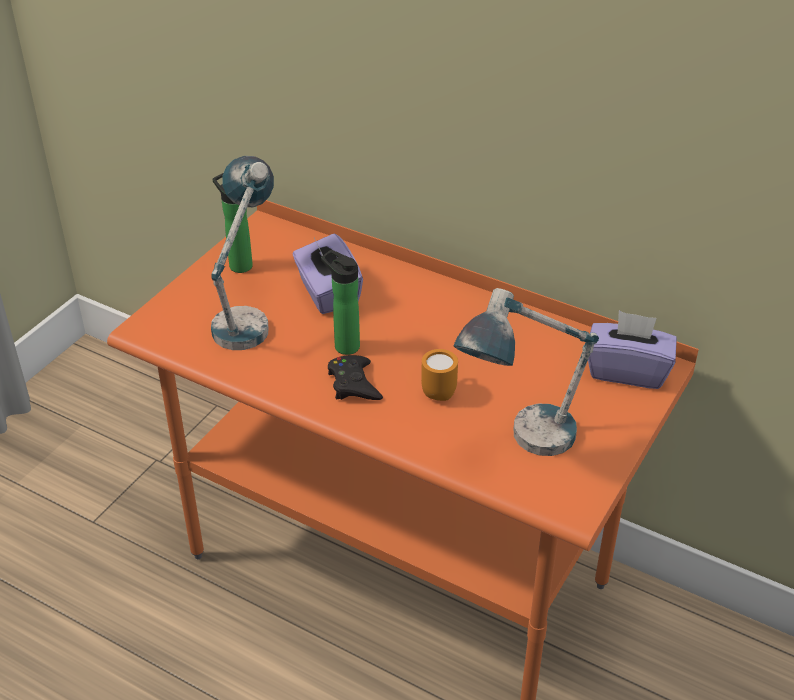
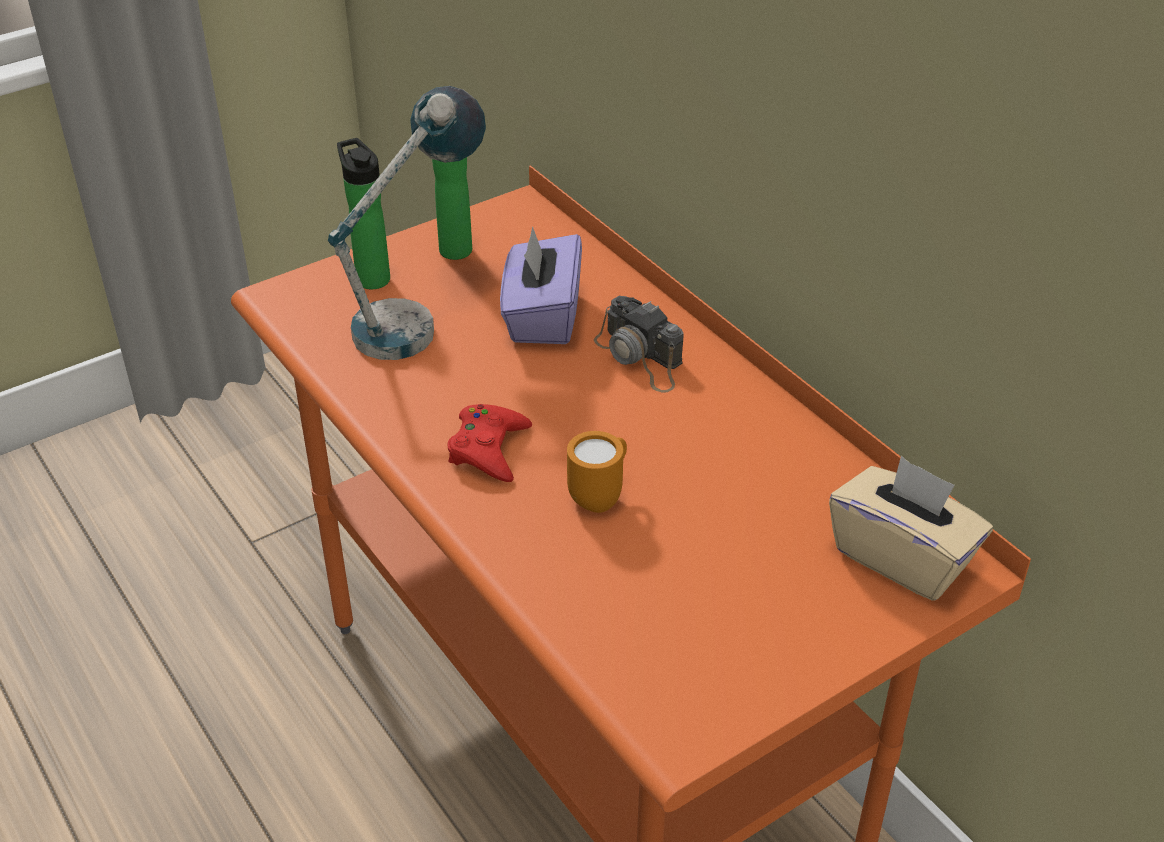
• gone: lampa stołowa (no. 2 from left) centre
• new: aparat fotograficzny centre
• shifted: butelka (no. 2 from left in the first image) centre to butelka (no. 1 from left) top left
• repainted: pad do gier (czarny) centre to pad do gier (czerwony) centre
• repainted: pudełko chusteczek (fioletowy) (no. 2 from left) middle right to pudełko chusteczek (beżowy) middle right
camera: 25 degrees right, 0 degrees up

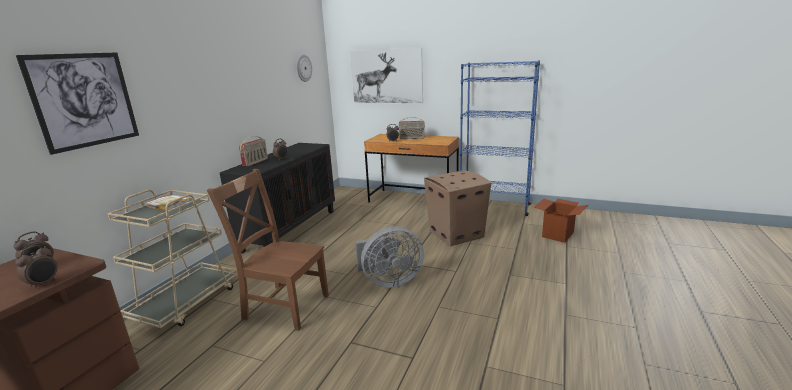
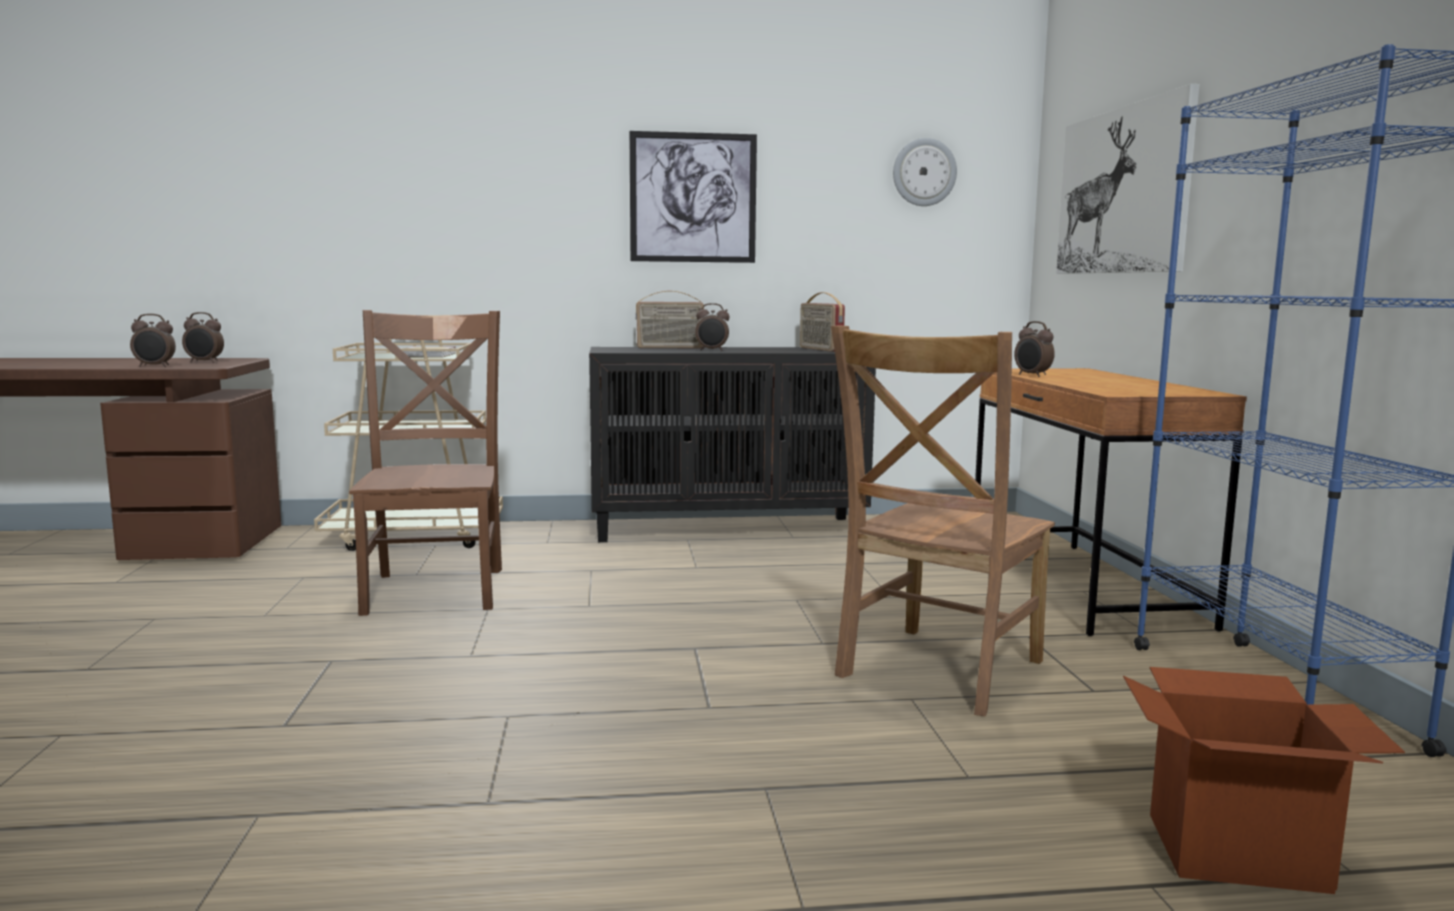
• gone: wentylator (szary) centre
• shifted: obraz (no. 1 from left) top left to top centre
• shifted: radio (no. 2 from left) top centre to centre
• swapped: karton (no. 1 from left) centre to krzesło (brązowy) (no. 2 from left) centre
camera: 60 degrees right, 10 degrees down

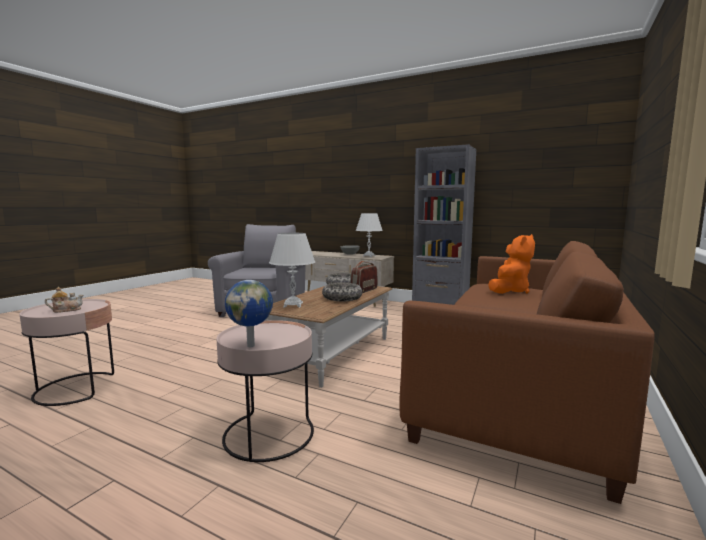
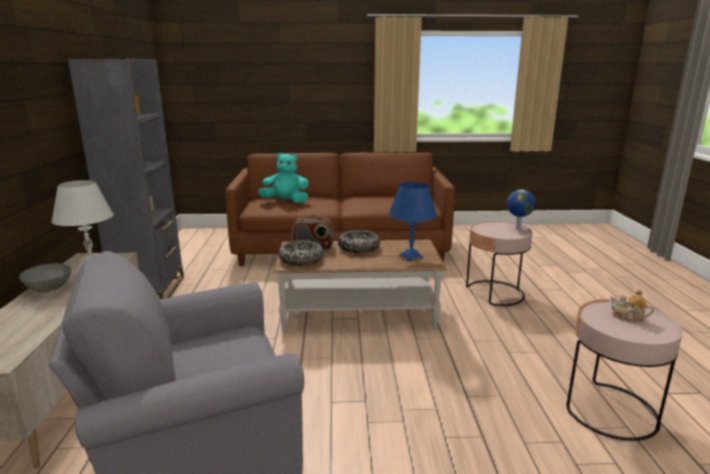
• repainted: lampa stołowa (biały) (no. 1 from left) centre to lampa stołowa (niebieski) centre
• repainted: pluszak (pomarańczowy) middle right to pluszak (turkusowy) centre
camera: 120 degrees left, 10 degrees up

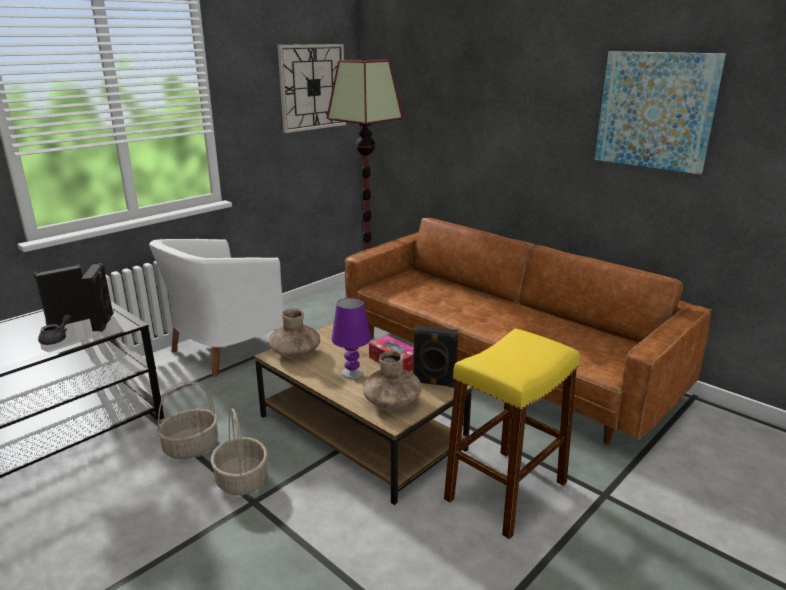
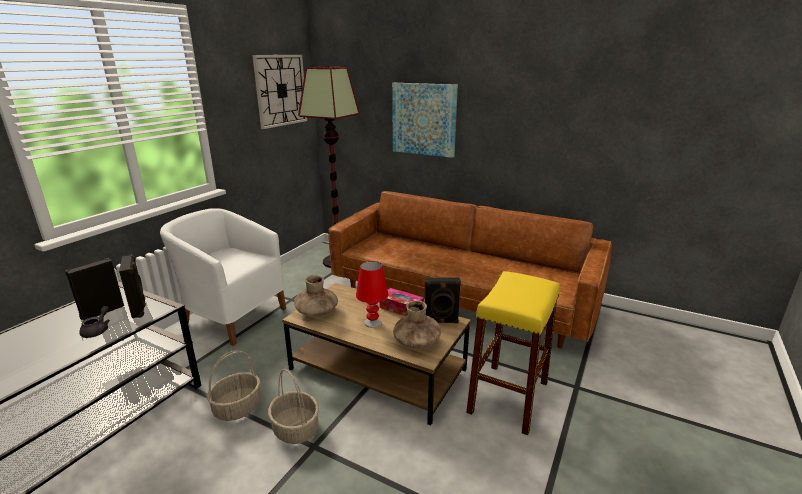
• shifted: obraz top right to top centre
• repainted: lampa stołowa (fioletowy) centre to lampa stołowa (czerwony) centre
• rotated: fotel (biały) middle left = middle left 90 degrees clockwise
camera: 15 degrees left, 0 degrees up

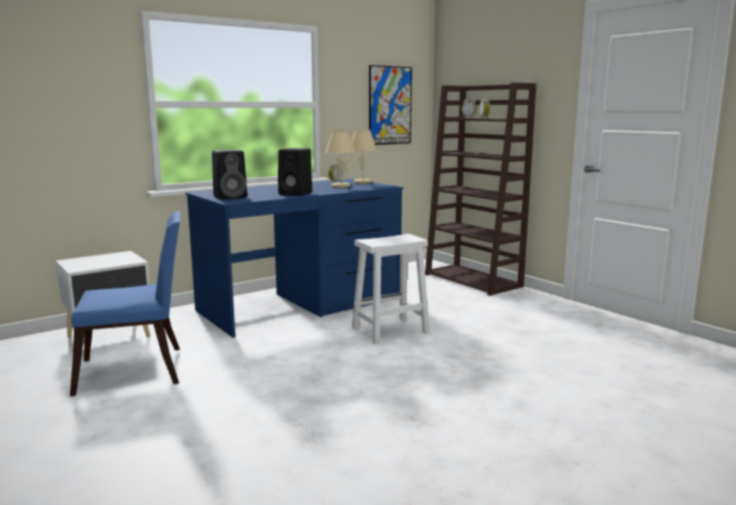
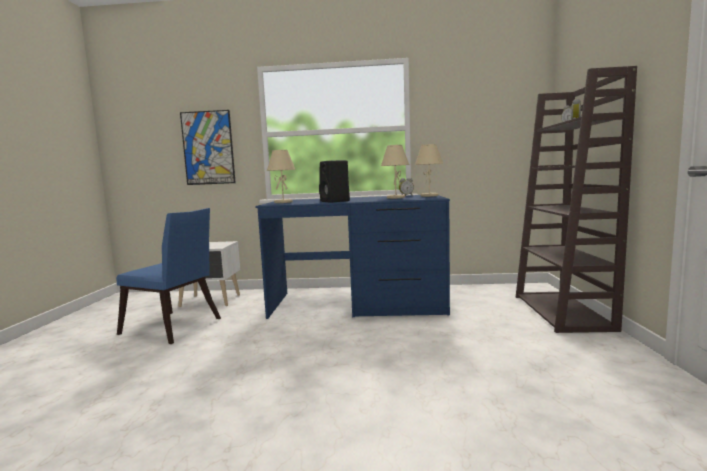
• gone: stołek (biały) centre
• shifted: obraz top centre to top left
• swapped: głośnik (czarny) (no. 1 from left) middle left to lampa stołowa (beżowy) (no. 1 from left) centre
camera: 40 degrees right, 5 degrees down

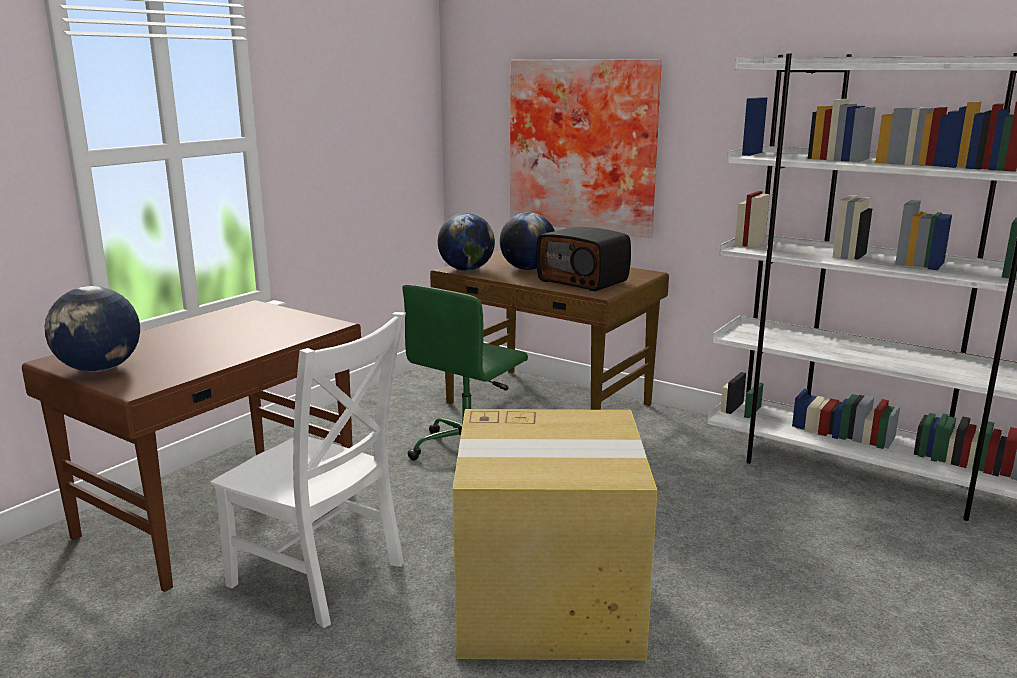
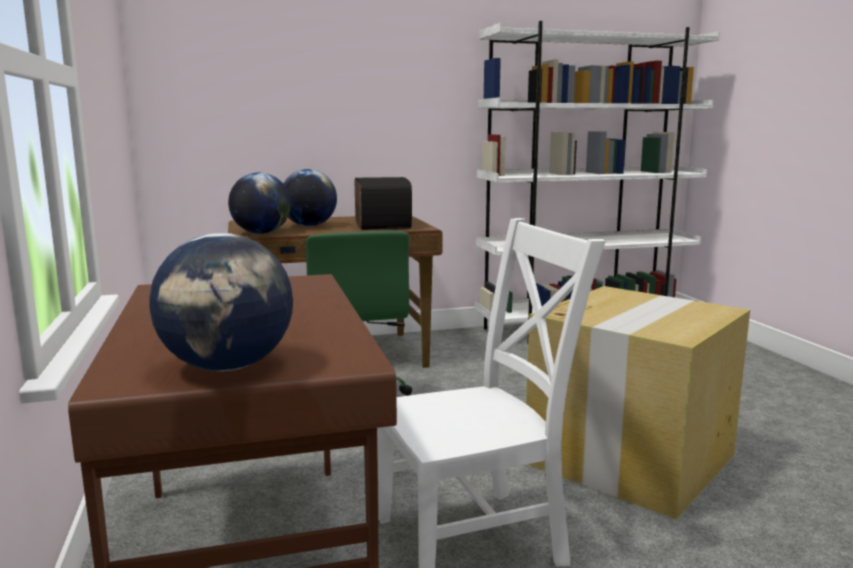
• gone: obraz top centre
• rotated: radio centre = centre 90 degrees counterclockwise
camera: 50 degrees left, 5 degrees down

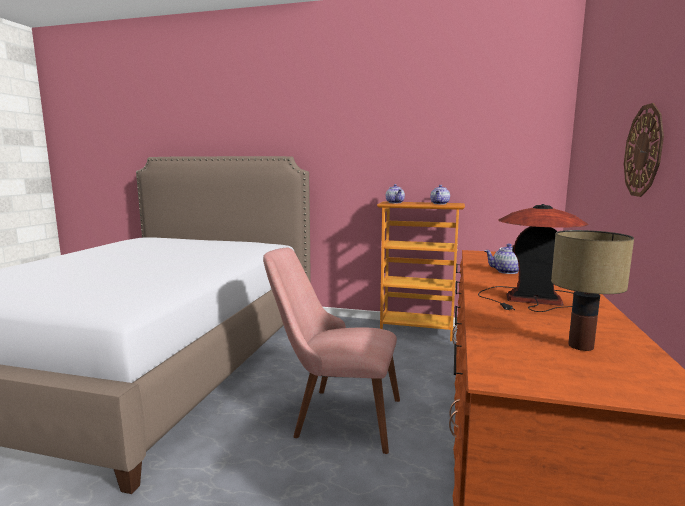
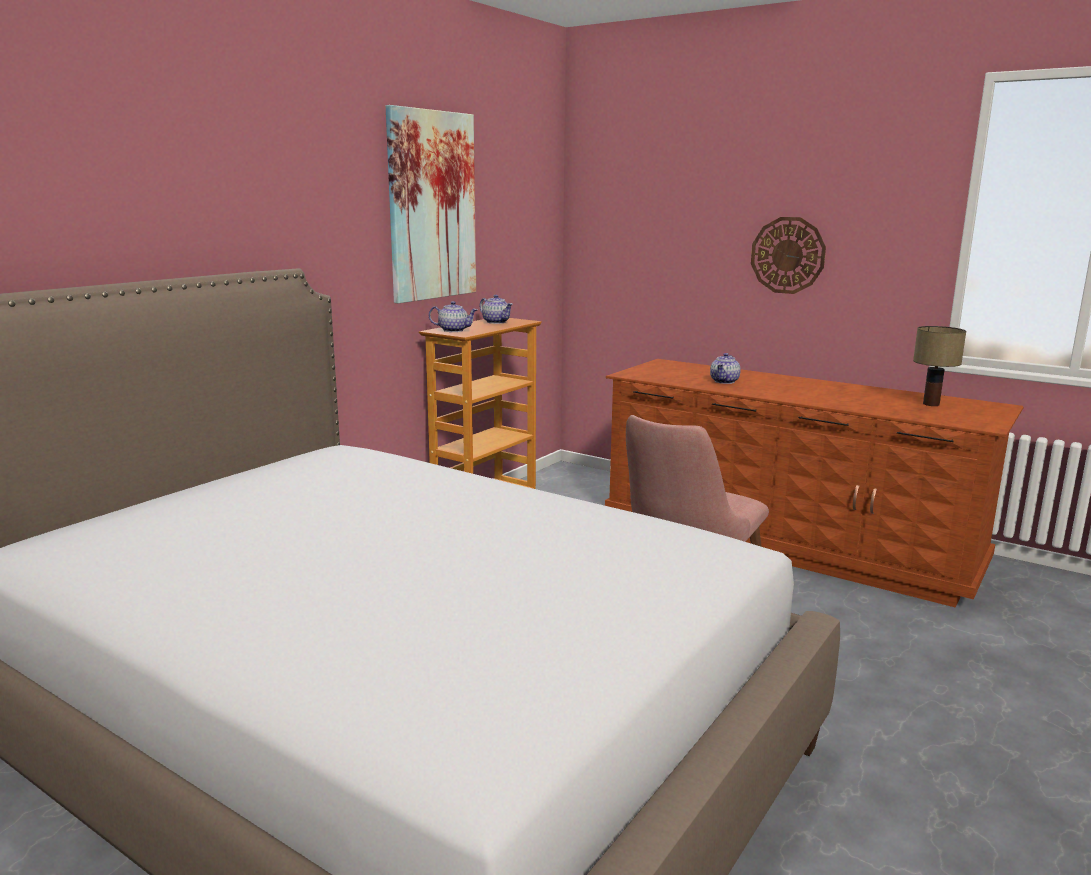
• gone: lampa stołowa (no. 1 from left) middle right
• new: obraz top centre
camera: 70 degrees left, 5 degrees up

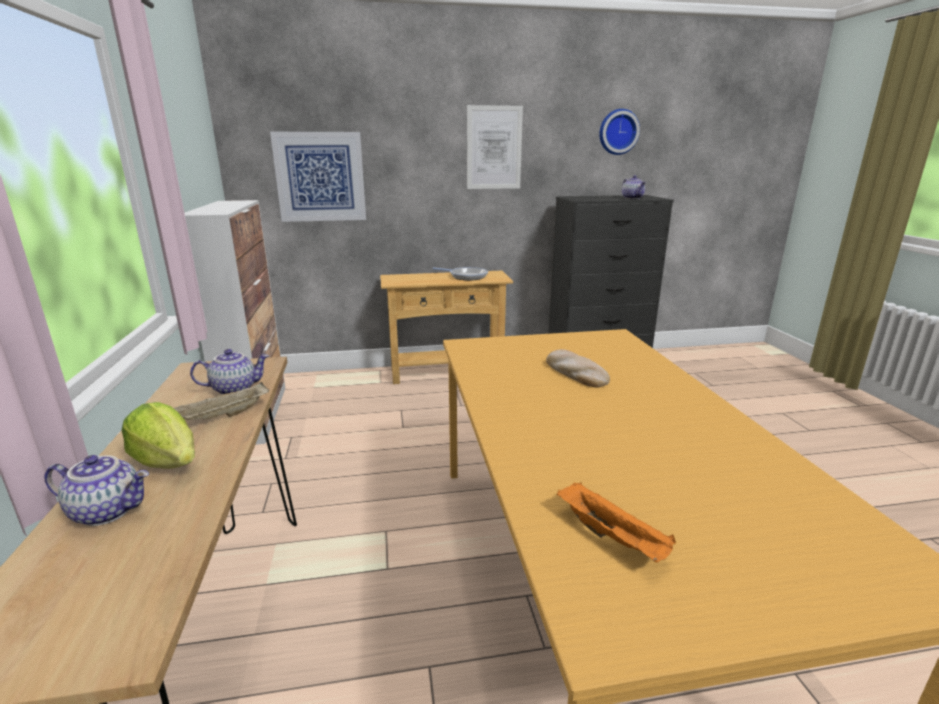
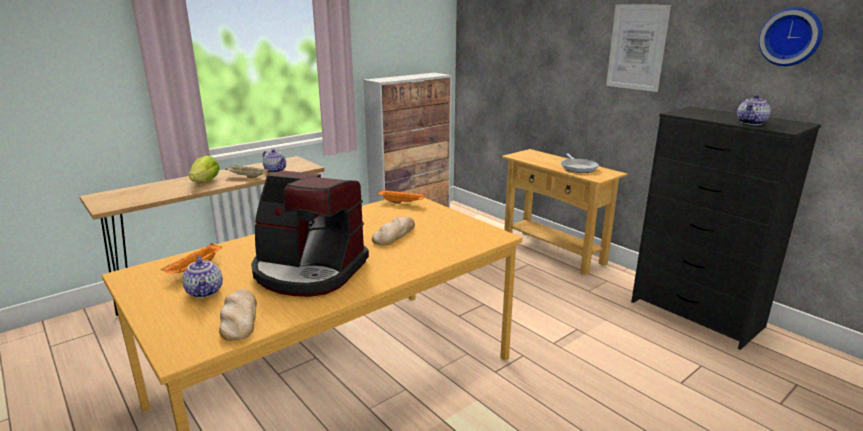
• gone: obraz (no. 1 from left) top centre
• new: chleb (no. 1 from left) bottom left
• new: ekspres do kawy centre
• new: taca (pomarańczowy) (no. 2 from left) centre
• shifted: imbryk (no. 1 from left) bottom left to middle left
camera: 60 degrees right, 0 degrees up

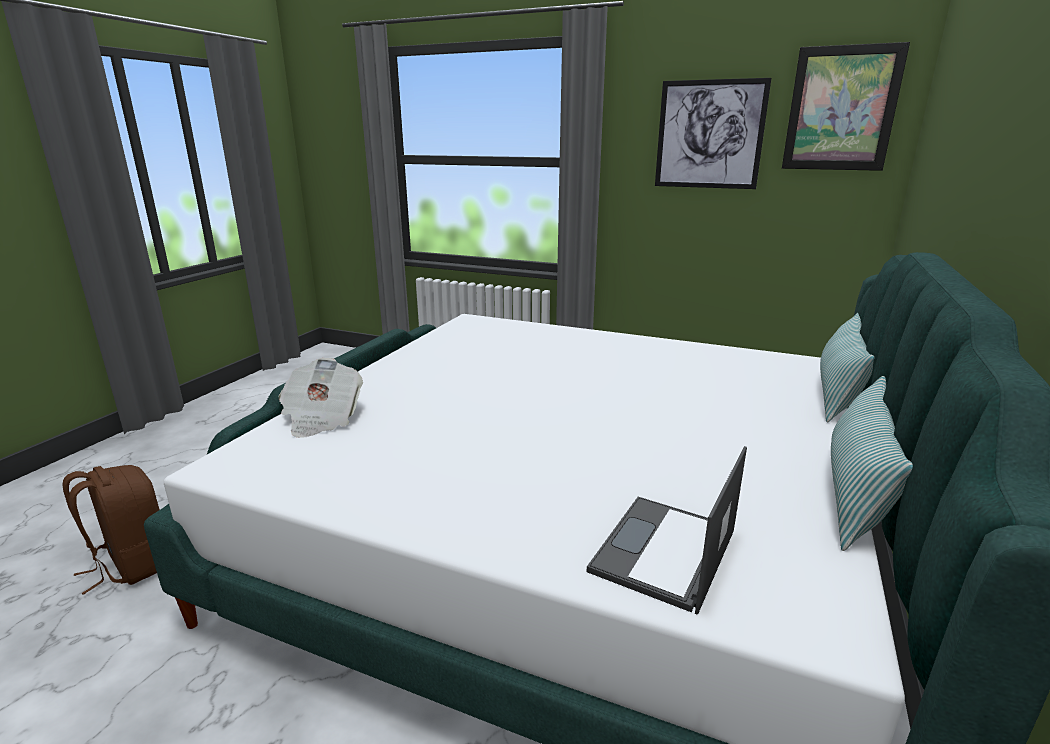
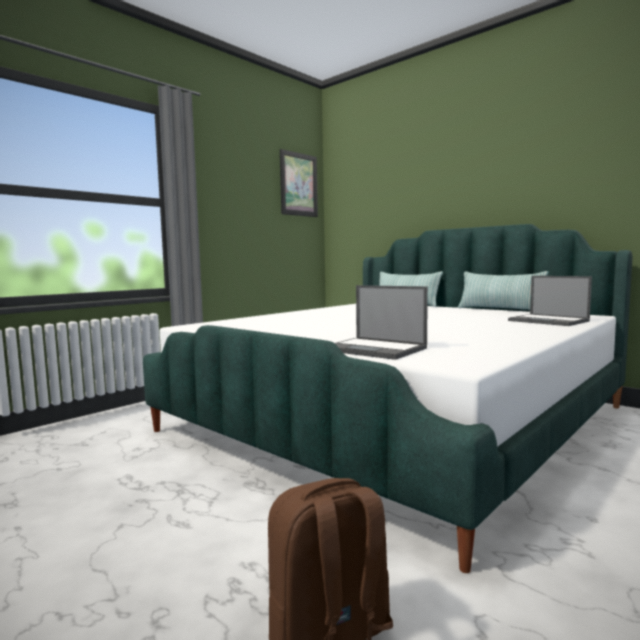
• gone: obraz (no. 1 from left) top right
• swapped: gazeta middle left to laptop (no. 1 from left) centre
camera: 70 degrees left, 15 degrees down

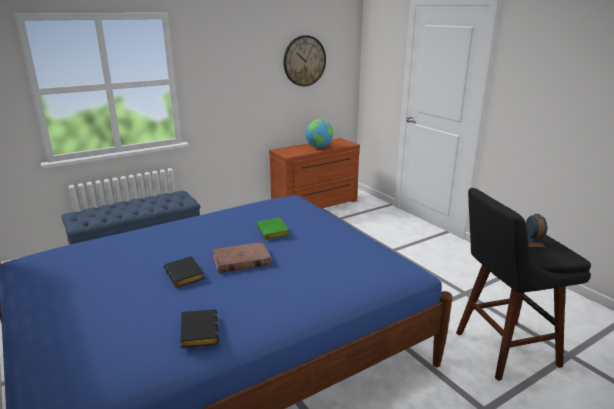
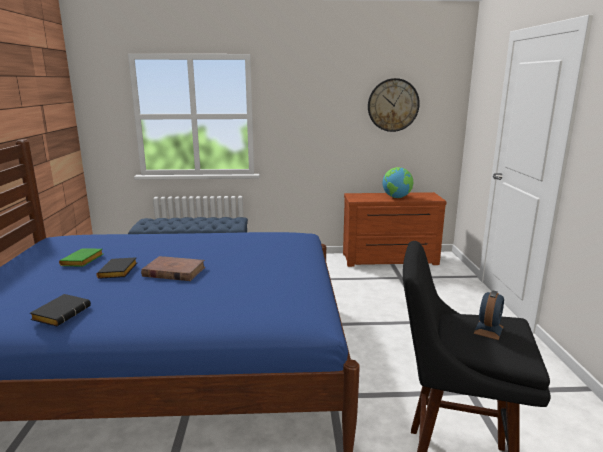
• shifted: książka (zielony) centre to middle left
camera: 30 degrees right, 5 degrees down

